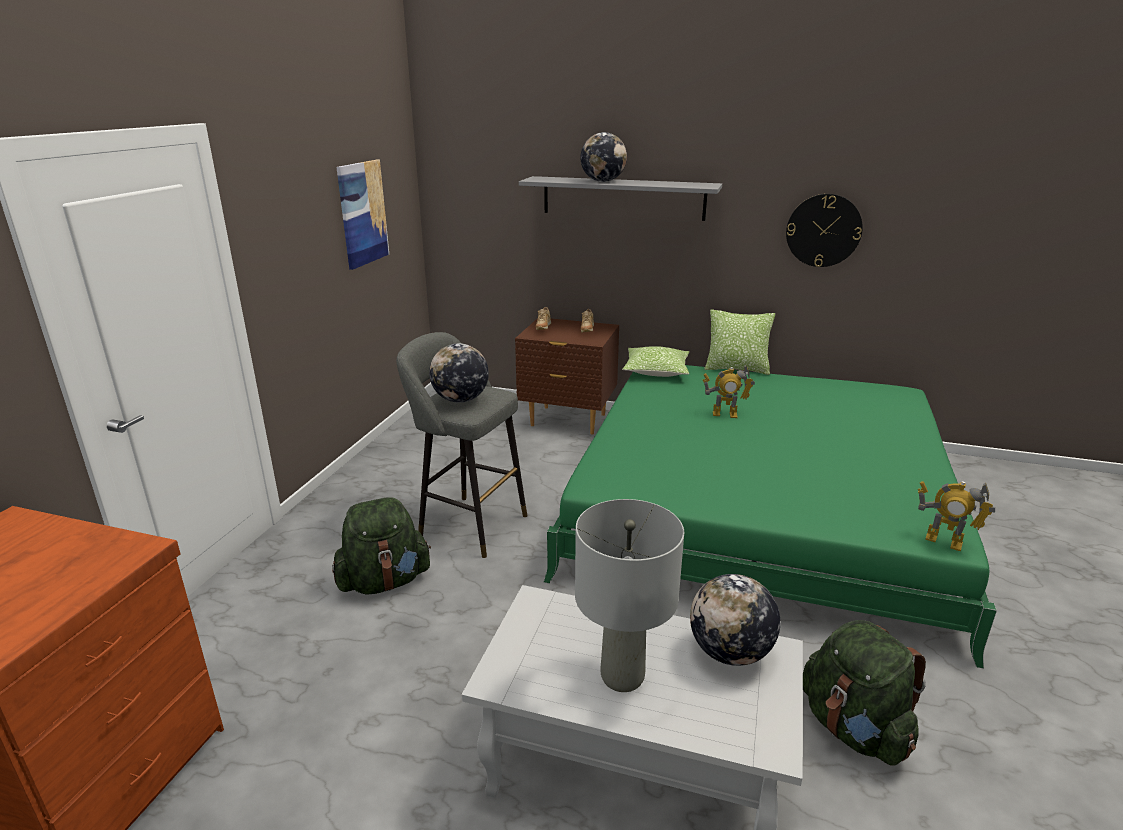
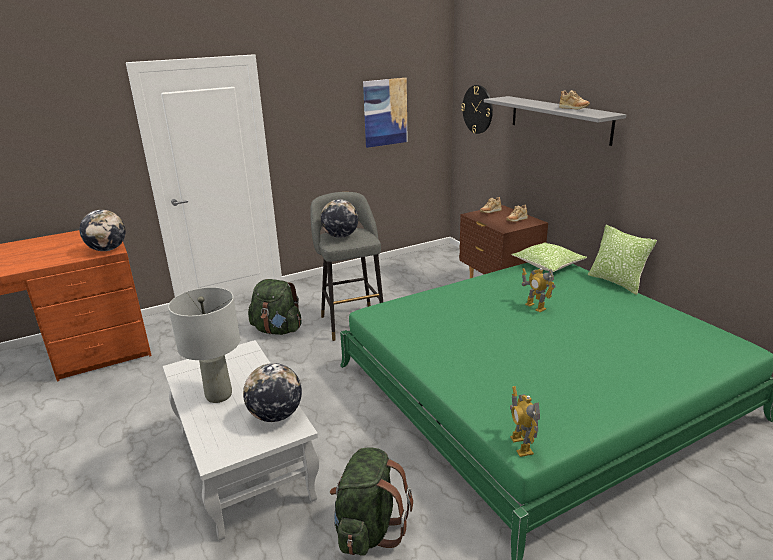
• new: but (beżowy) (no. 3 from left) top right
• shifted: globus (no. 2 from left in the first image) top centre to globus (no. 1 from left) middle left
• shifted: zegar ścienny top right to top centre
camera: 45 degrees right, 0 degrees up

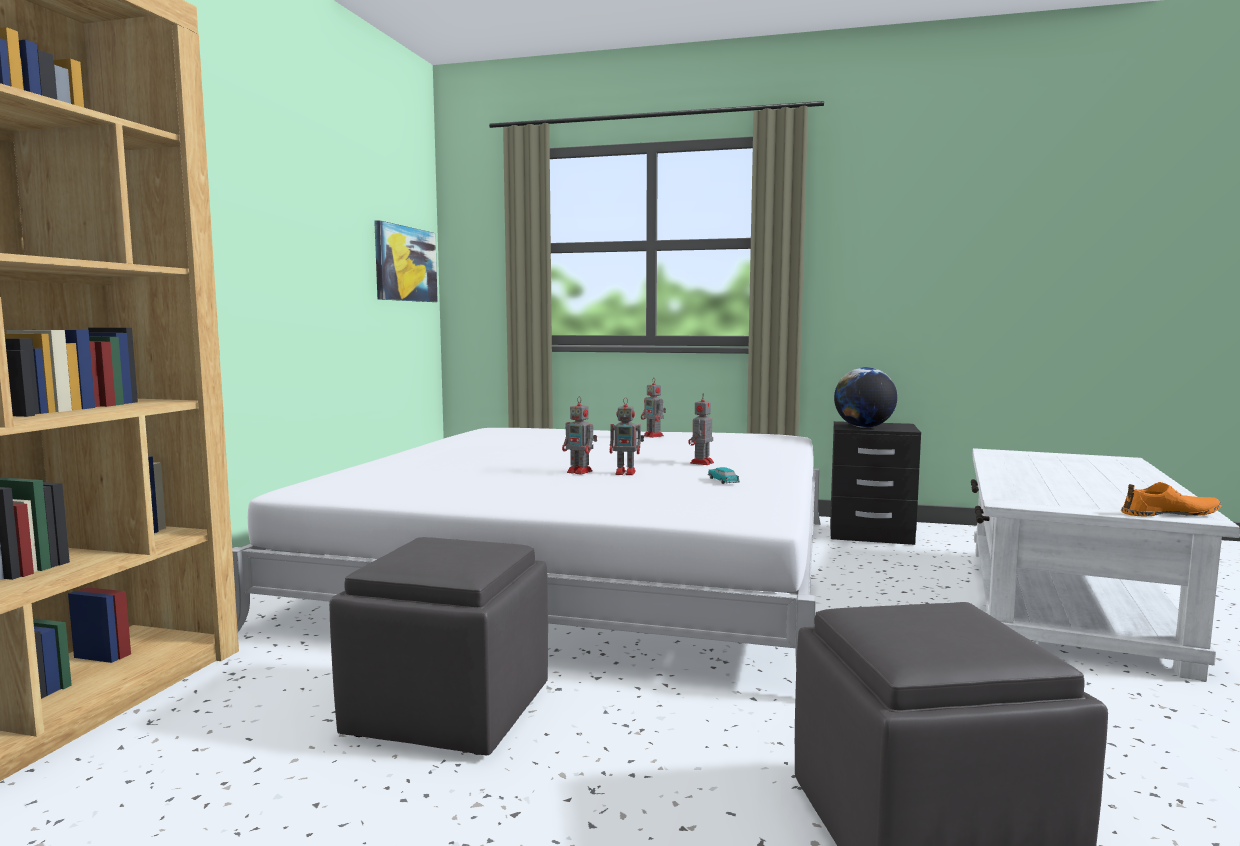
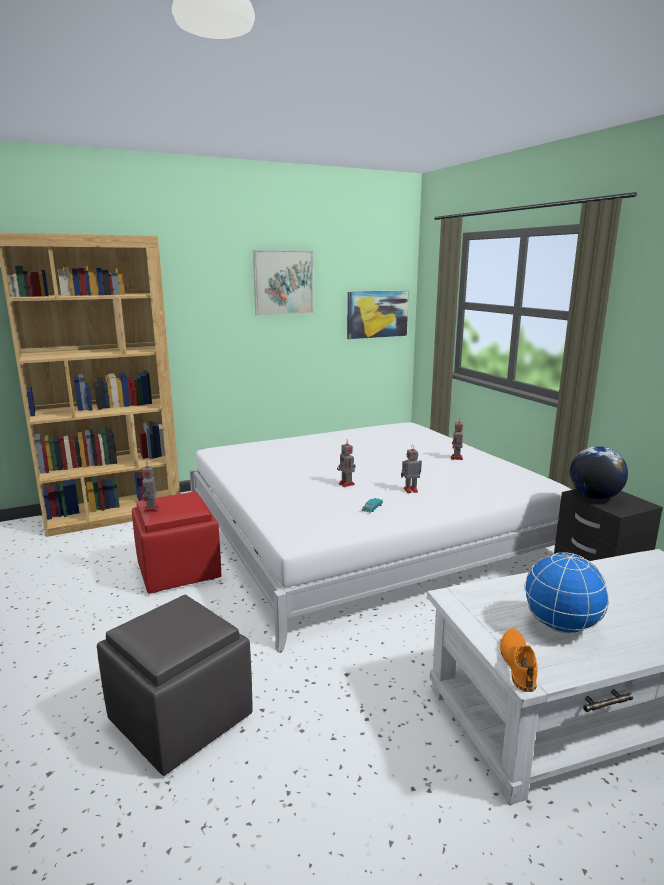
• new: obraz (no. 1 from left) top centre
• new: globus (no. 1 from left) bottom right
• shifted: robot zabawkowy (no. 1 from left) centre to middle left
• repainted: pufa (szary) (no. 1 from left) bottom centre to pufa (czerwony) middle left
• rotated: but (pomarańczowy) middle right = bottom right 135 degrees counterclockwise
camera: 50 degrees right, 10 degrees up

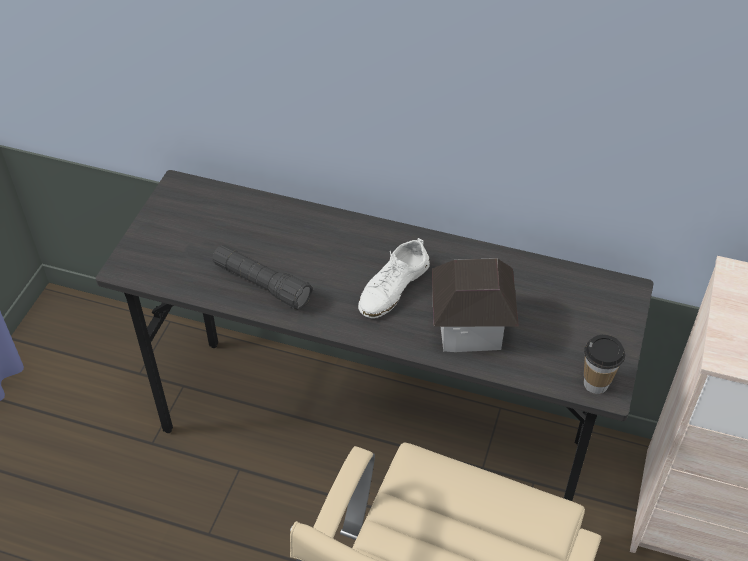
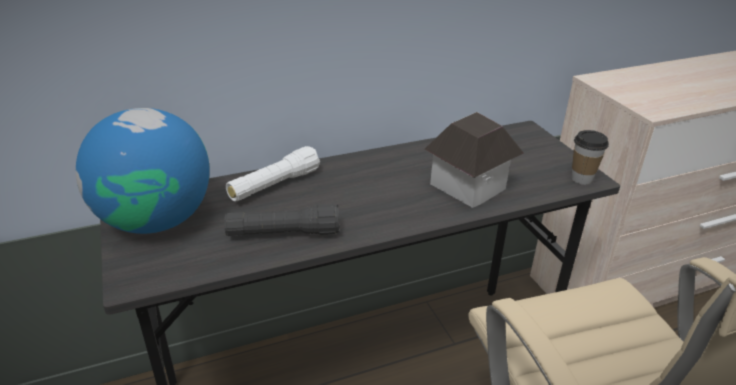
• gone: but (biały) centre
• new: globus middle left
• new: latarka (biały) centre
camera: 40 degrees left, 15 degrees down

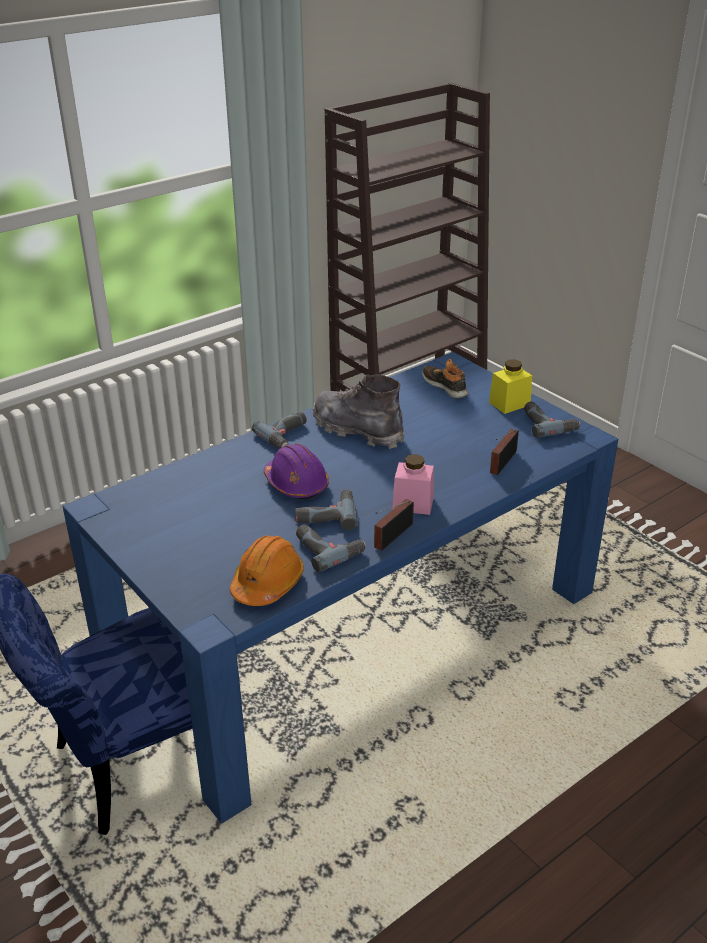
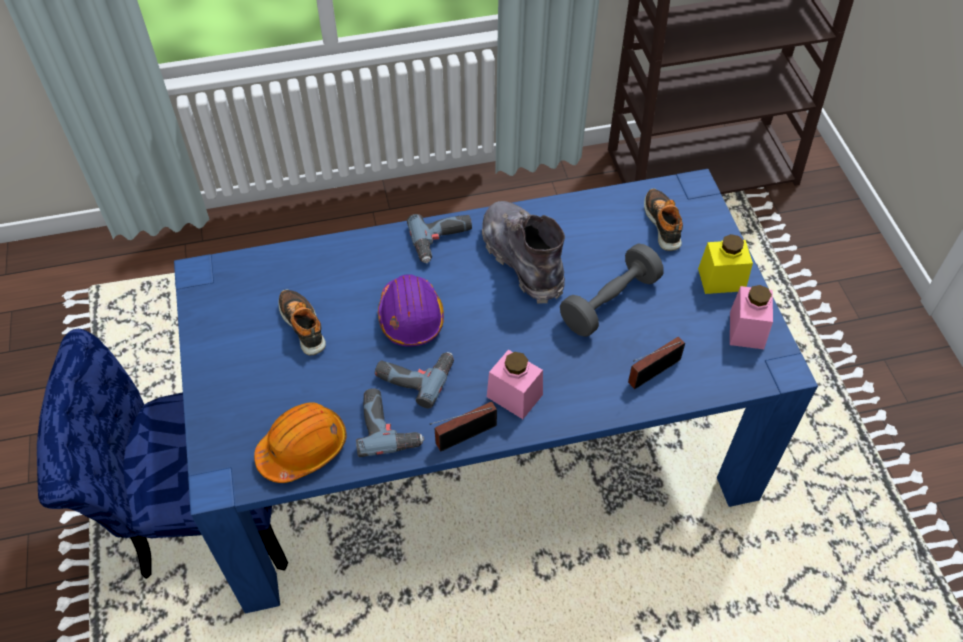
• new: but (no. 1 from left) middle left
• new: hantel (szary) centre
• swapped: wiertarka (no. 4 from left) middle right to słoik (różowy) (no. 2 from left) middle right
camera: 25 degrees right, 20 degrees up

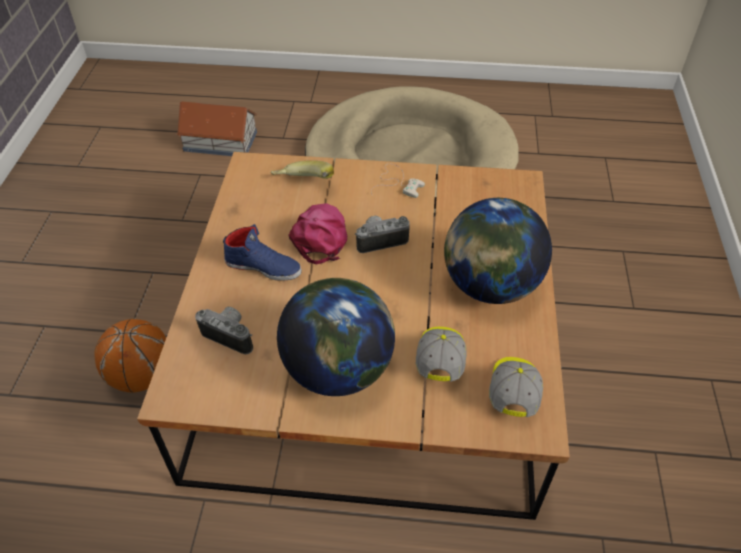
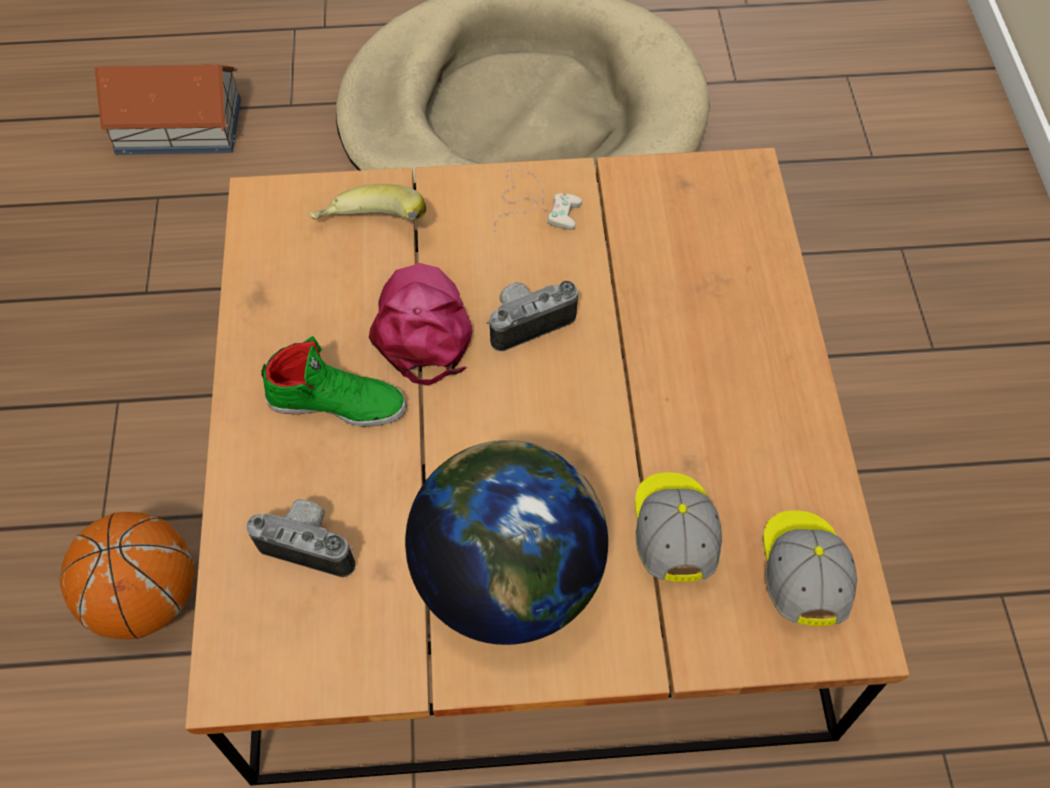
• gone: globus (no. 2 from left) middle right
• repainted: but (niebieski) centre to but (zielony) middle left
camera: 10 degrees left, 10 degrees up

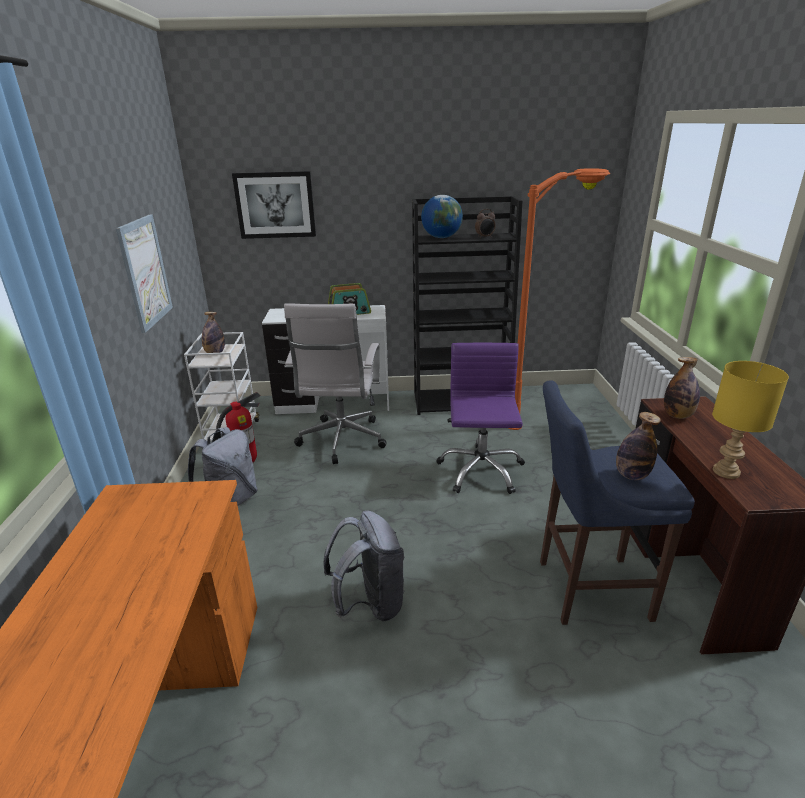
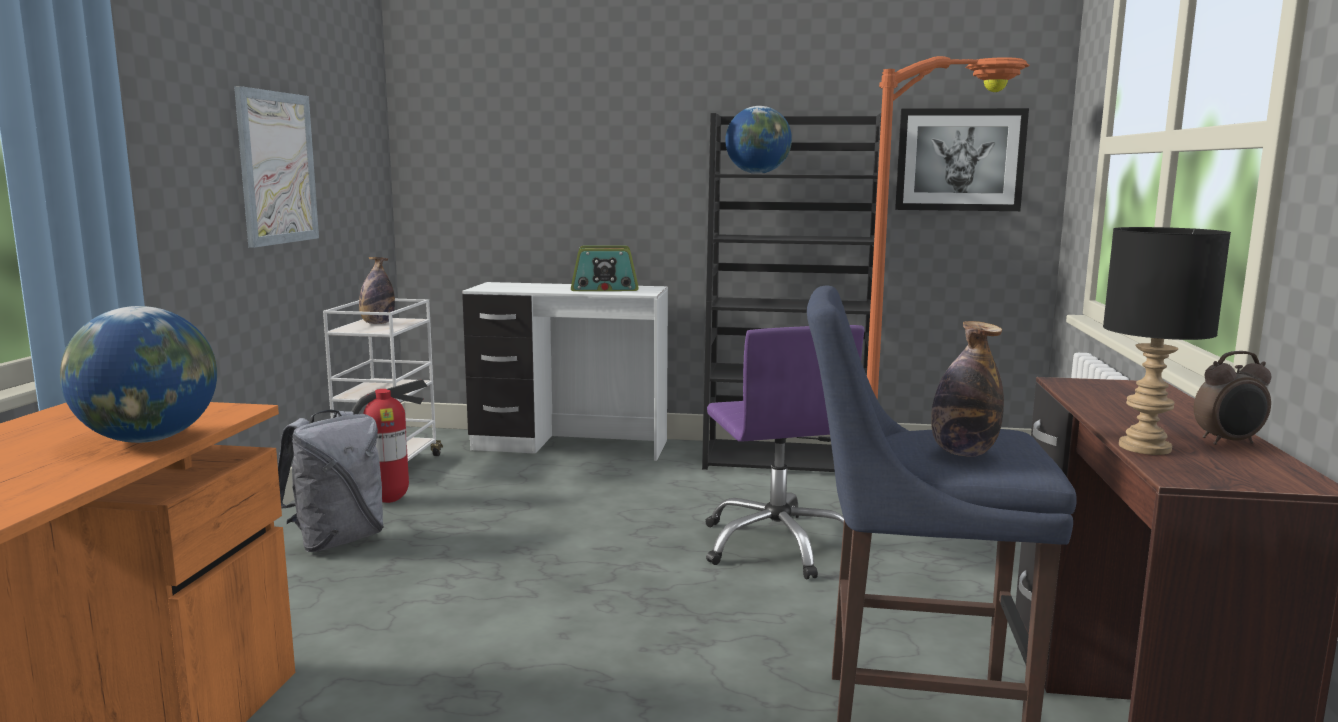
• gone: krzesło biurowe (biały) centre
• gone: plecak (szary) (no. 2 from left) bottom centre
• gone: butelka (no. 3 from left) middle right
• new: globus (no. 1 from left) middle left
• shifted: obraz (no. 2 from left) top centre to top right
• shifted: budzik top centre to middle right
• repainted: lampa stołowa (żółty) middle right to lampa stołowa (czarny) middle right
• rotated: krzesło biurowe (fioletowy) centre = centre 150 degrees clockwise
camera: 10 degrees right, 15 degrees down

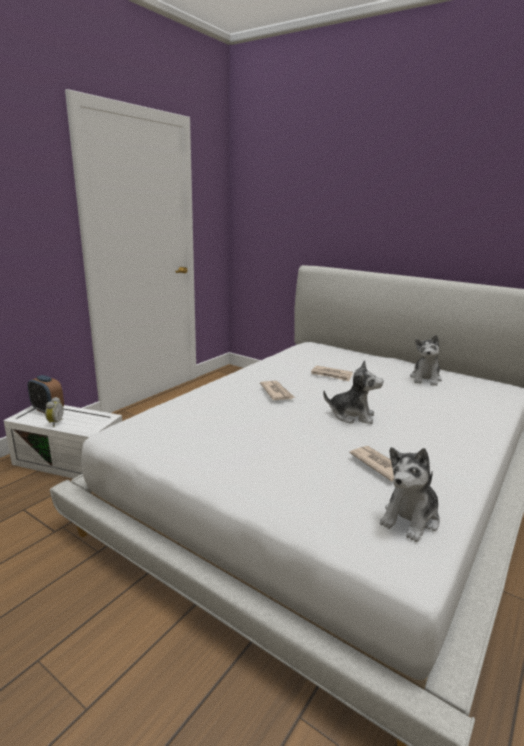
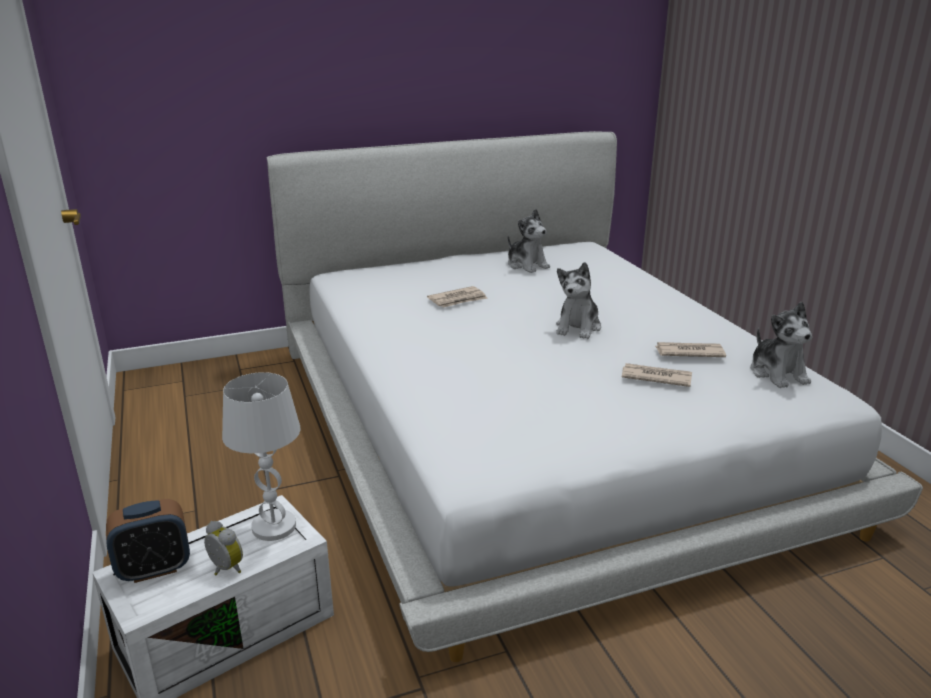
• new: lampa stołowa (biały) middle left
• shifted: gazeta (no. 1 from left in the first image) centre to gazeta (no. 2 from left) middle right
• rotated: pluszak (no. 1 from left in the first image) middle right = centre 150 degrees clockwise
camera: 55 degrees left, 5 degrees up

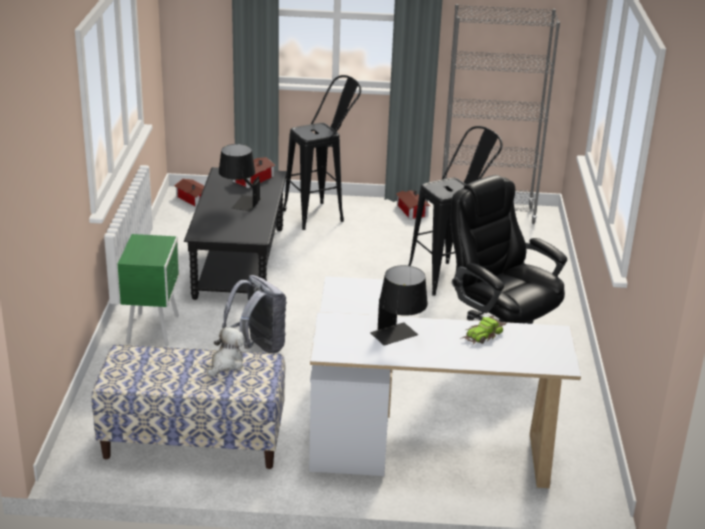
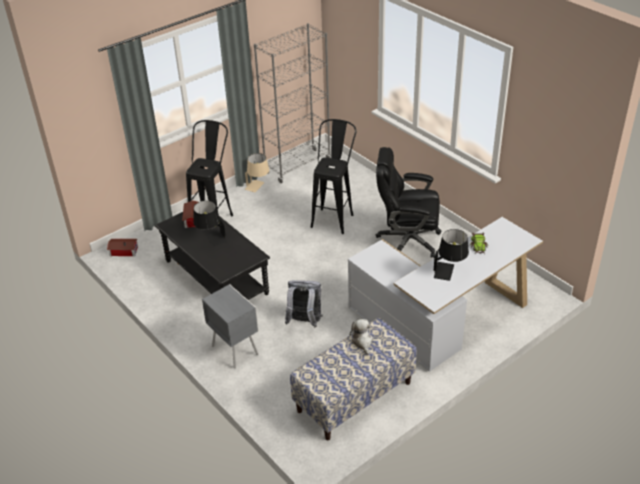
• swapped: domek (no. 3 from left) centre to lampa stołowa (beżowy) centre
• repainted: szafka nocna (zielony) middle left to szafka nocna (szary) bottom centre
camera: 40 degrees left, 10 degrees up

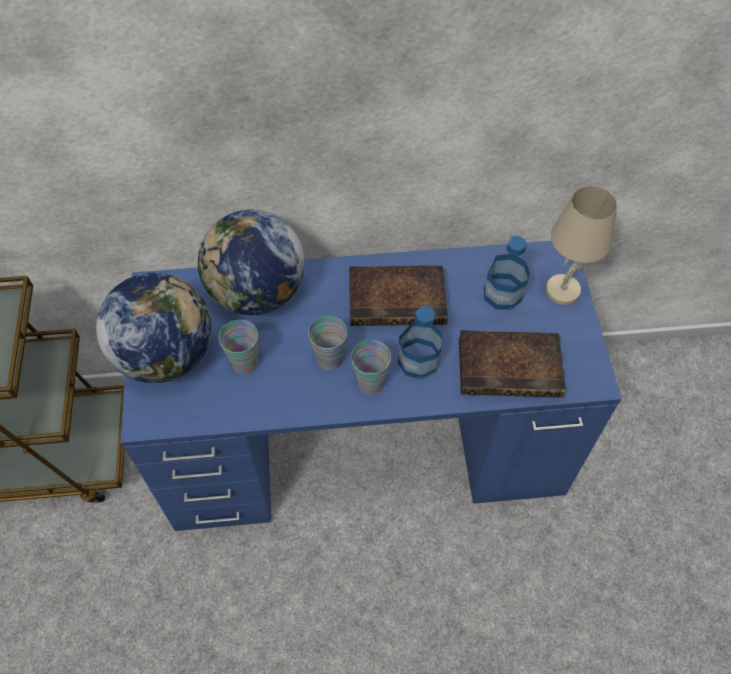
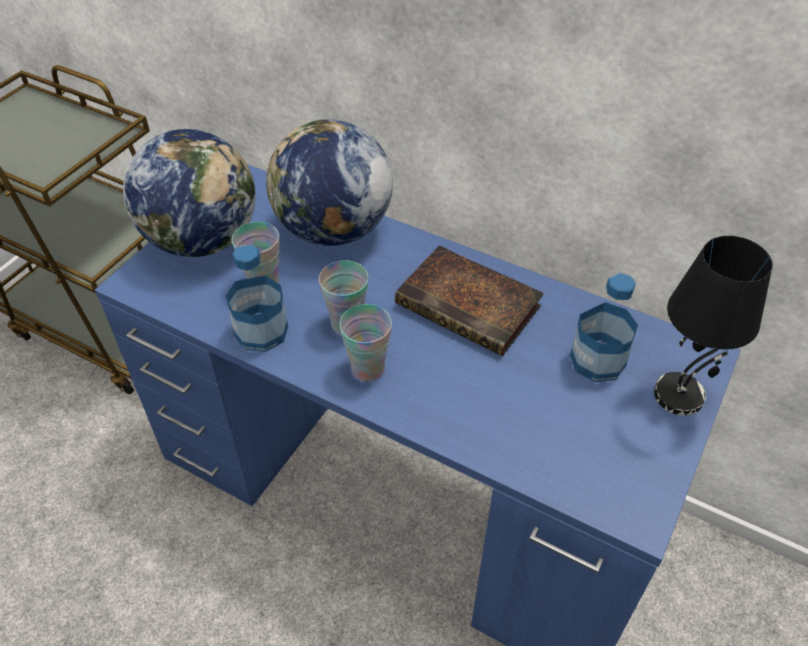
• gone: książka (no. 2 from left) middle right
• shifted: butelka (no. 1 from left) centre to middle left
• repainted: lampa stołowa (beżowy) middle right to lampa stołowa (czarny) middle right
camera: 35 degrees right, 10 degrees down

